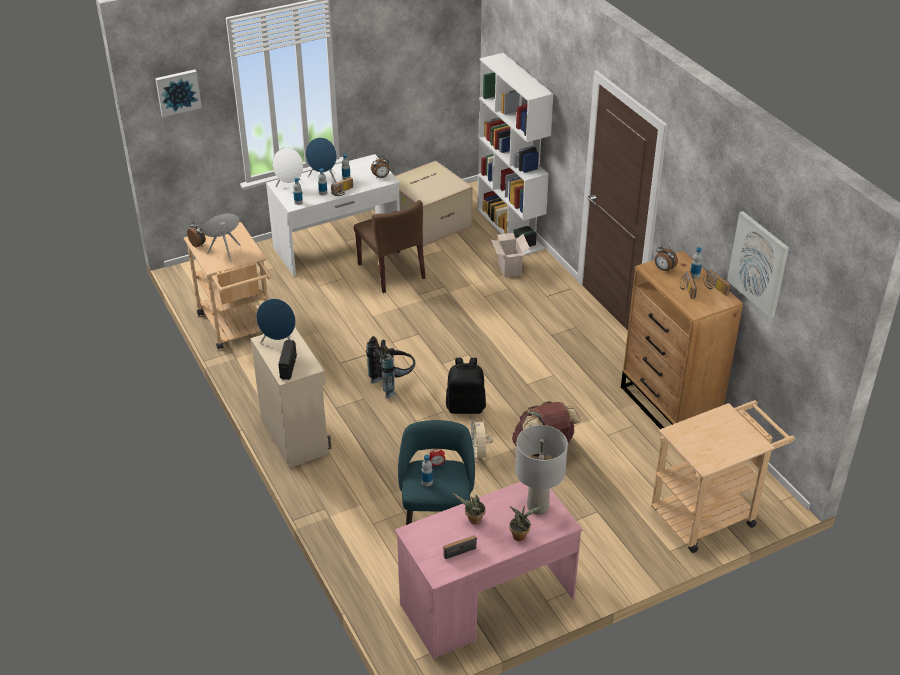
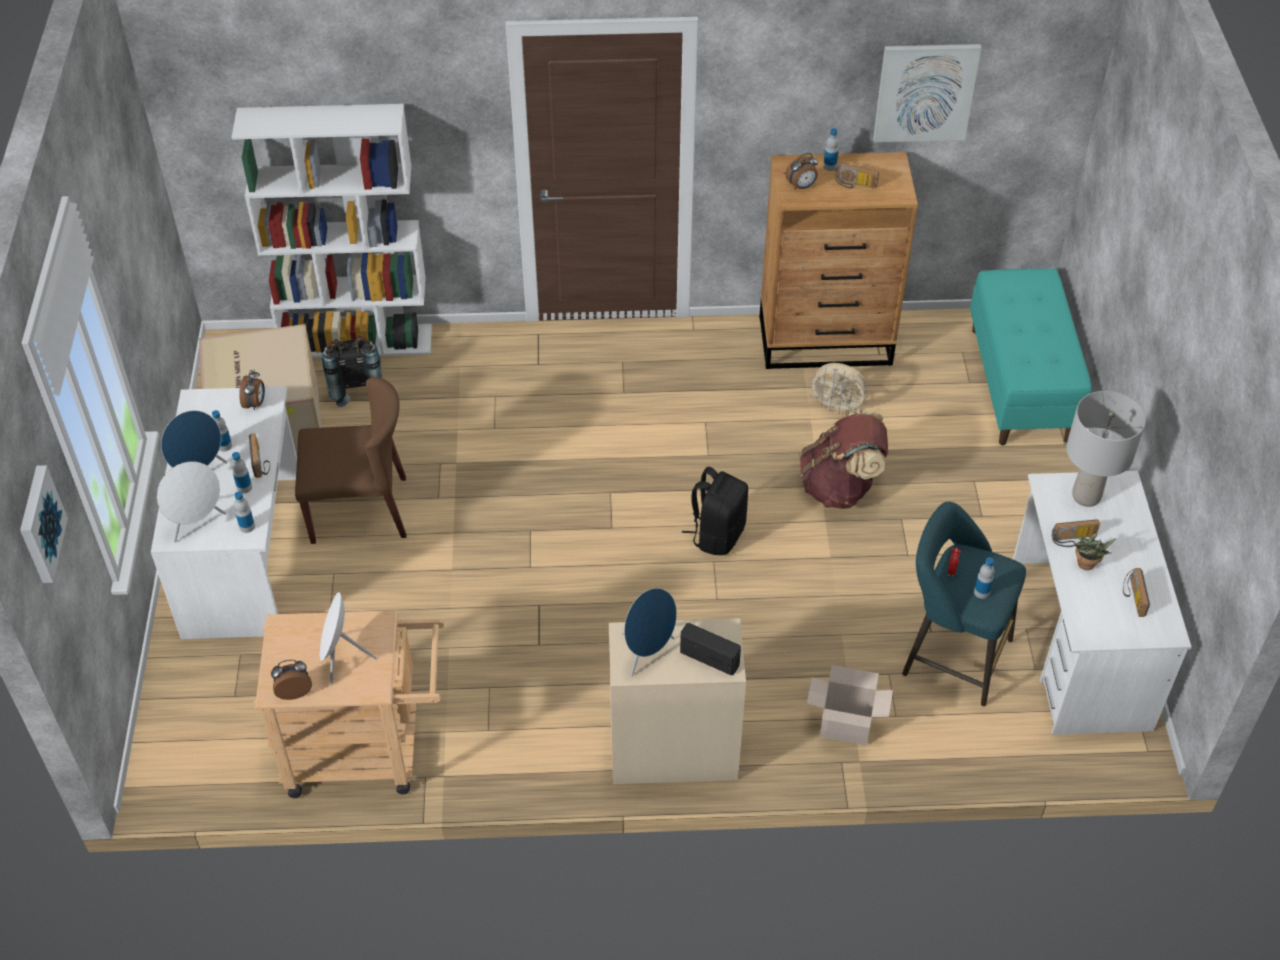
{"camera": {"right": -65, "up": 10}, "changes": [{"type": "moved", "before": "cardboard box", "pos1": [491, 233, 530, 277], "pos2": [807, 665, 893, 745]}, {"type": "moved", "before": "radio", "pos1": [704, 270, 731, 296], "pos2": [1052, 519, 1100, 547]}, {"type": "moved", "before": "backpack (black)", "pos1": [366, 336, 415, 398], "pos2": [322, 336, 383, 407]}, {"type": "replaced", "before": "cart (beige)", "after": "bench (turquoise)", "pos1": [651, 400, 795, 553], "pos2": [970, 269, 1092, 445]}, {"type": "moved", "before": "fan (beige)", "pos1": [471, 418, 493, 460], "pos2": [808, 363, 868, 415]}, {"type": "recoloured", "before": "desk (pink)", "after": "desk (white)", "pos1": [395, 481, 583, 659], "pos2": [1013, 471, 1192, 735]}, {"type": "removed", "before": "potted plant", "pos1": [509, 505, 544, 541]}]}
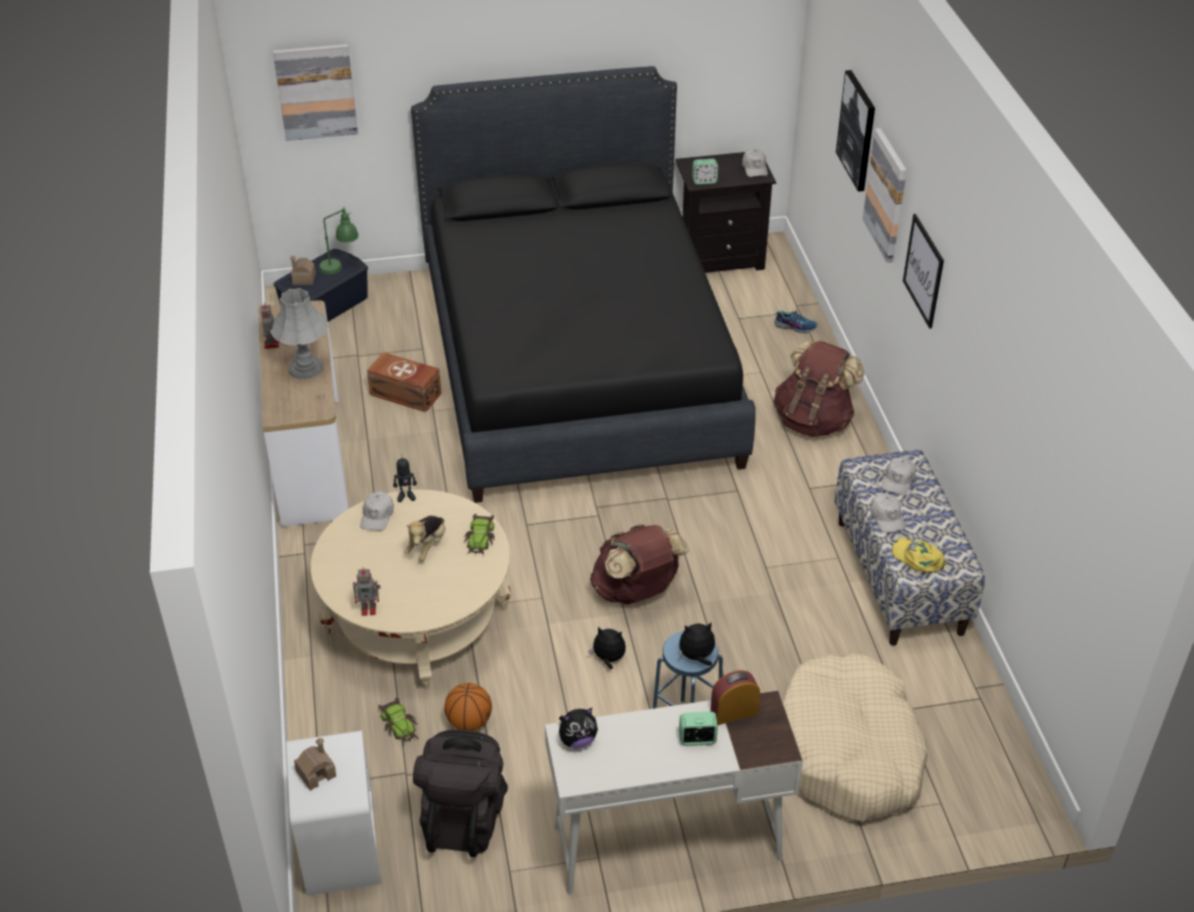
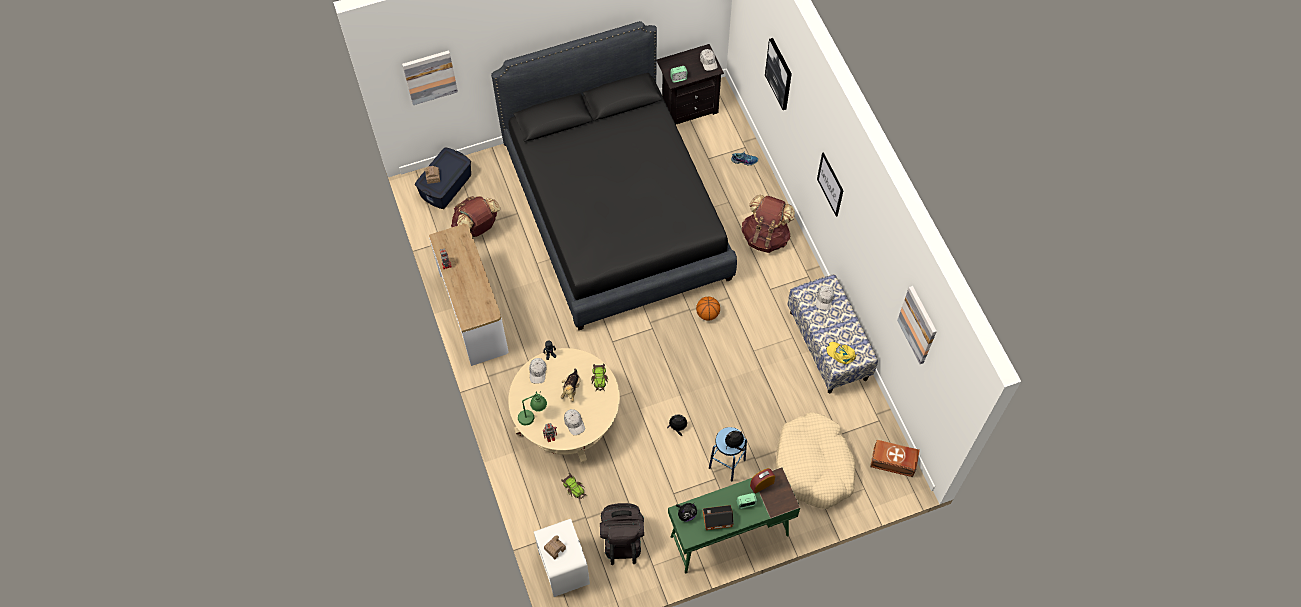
{"camera": {"right": -10, "up": 20}, "changes": [{"type": "moved", "before": "picture", "pos1": [863, 128, 907, 263], "pos2": [897, 286, 937, 364]}, {"type": "moved", "before": "table lamp (green)", "pos1": [319, 207, 359, 274], "pos2": [518, 391, 547, 425]}, {"type": "removed", "before": "table lamp (grey)", "pos1": [270, 288, 328, 380]}, {"type": "moved", "before": "storage box (brown)", "pos1": [367, 352, 442, 412], "pos2": [870, 440, 920, 477]}, {"type": "moved", "before": "cap (white)", "pos1": [870, 493, 906, 533], "pos2": [564, 409, 585, 435]}, {"type": "moved", "before": "backpack (brown)", "pos1": [590, 524, 689, 605], "pos2": [451, 196, 500, 237]}, {"type": "moved", "before": "basketball", "pos1": [444, 683, 492, 731], "pos2": [696, 297, 720, 321]}, {"type": "recoloured", "before": "desk (white)", "after": "desk (green)", "pos1": [545, 690, 803, 895], "pos2": [668, 467, 800, 574]}, {"type": "added", "after": "toy house", "pos2": [703, 505, 734, 530]}]}
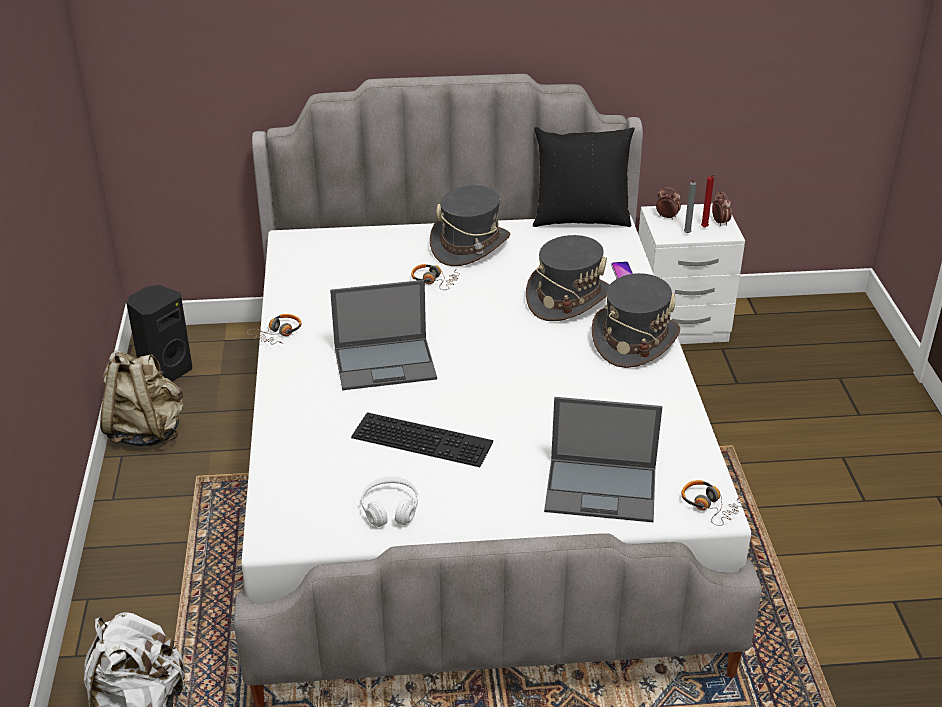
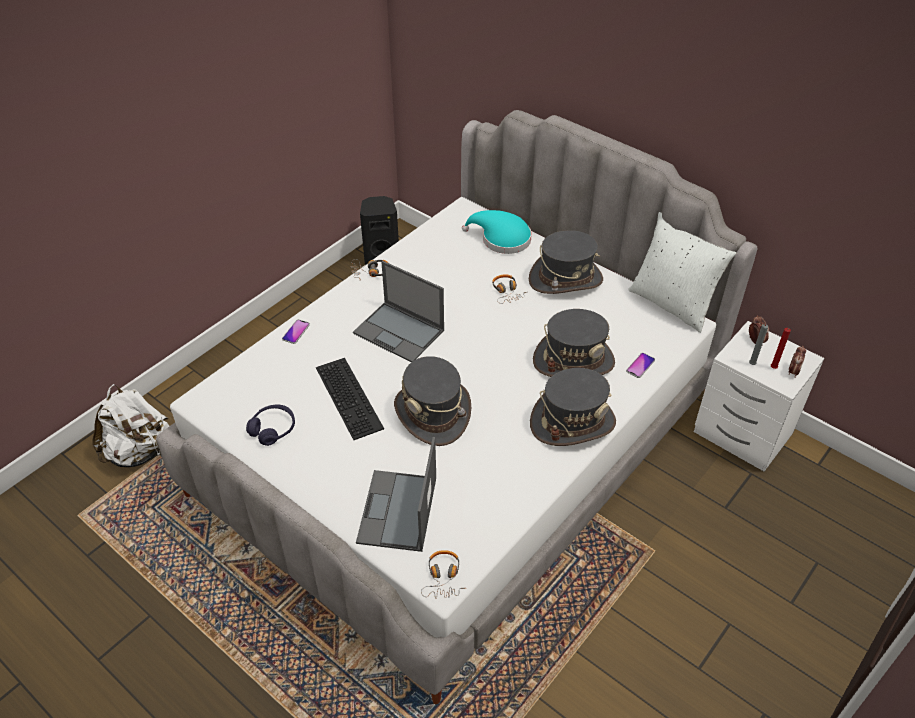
{"camera": {"right": 45, "up": 10}, "changes": [{"type": "recoloured", "before": "pillow (black)", "after": "pillow (white)", "pos1": [533, 127, 634, 227], "pos2": [628, 212, 736, 333]}, {"type": "removed", "before": "backpack (beige)", "pos1": [100, 350, 184, 447]}, {"type": "turned", "before": "laptop", "pos1": [544, 397, 662, 522], "pos2": [356, 437, 436, 552], "turn": 45}, {"type": "recoloured", "before": "headphones (white)", "after": "headphones (purple)", "pos1": [361, 476, 418, 527], "pos2": [246, 405, 295, 446]}, {"type": "added", "after": "hat (turquoise)", "pos2": [462, 210, 531, 254]}, {"type": "added", "after": "phone", "pos2": [282, 319, 310, 344]}, {"type": "added", "after": "hat (grey)", "pos2": [394, 356, 471, 446]}]}
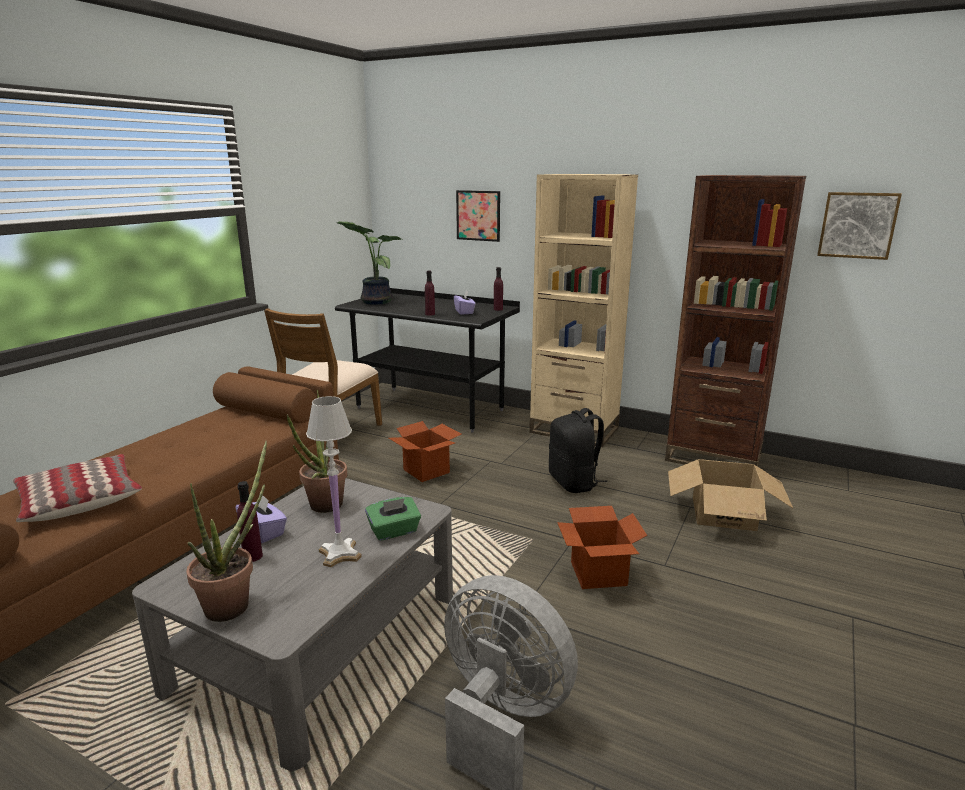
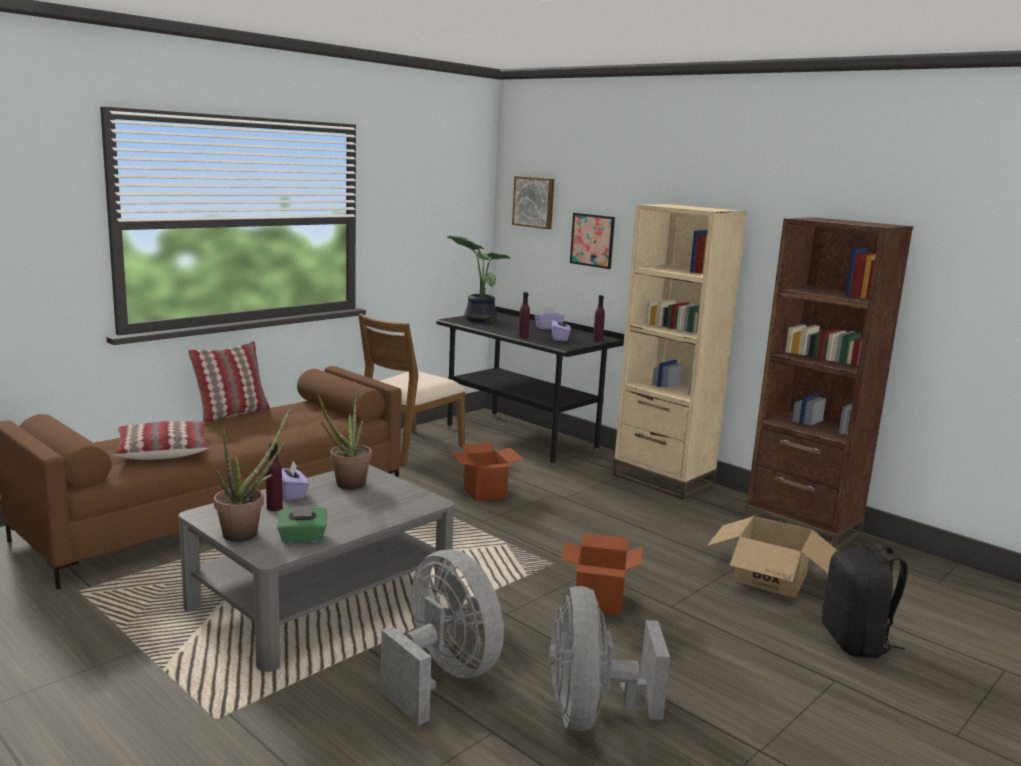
{"camera": {"right": 15, "up": -5}, "changes": [{"type": "moved", "before": "picture", "pos1": [817, 192, 902, 260], "pos2": [512, 176, 554, 229]}, {"type": "removed", "before": "table lamp (white)", "pos1": [306, 396, 362, 567]}, {"type": "moved", "before": "backpack (black)", "pos1": [549, 408, 607, 493], "pos2": [821, 542, 908, 658]}, {"type": "moved", "before": "tissue box (green)", "pos1": [365, 497, 421, 541], "pos2": [277, 506, 327, 543]}, {"type": "added", "after": "tissue box (purple)", "pos2": [534, 307, 564, 329]}, {"type": "added", "after": "pillow", "pos2": [188, 341, 270, 423]}, {"type": "added", "after": "fan (grey)", "pos2": [549, 586, 670, 731]}]}
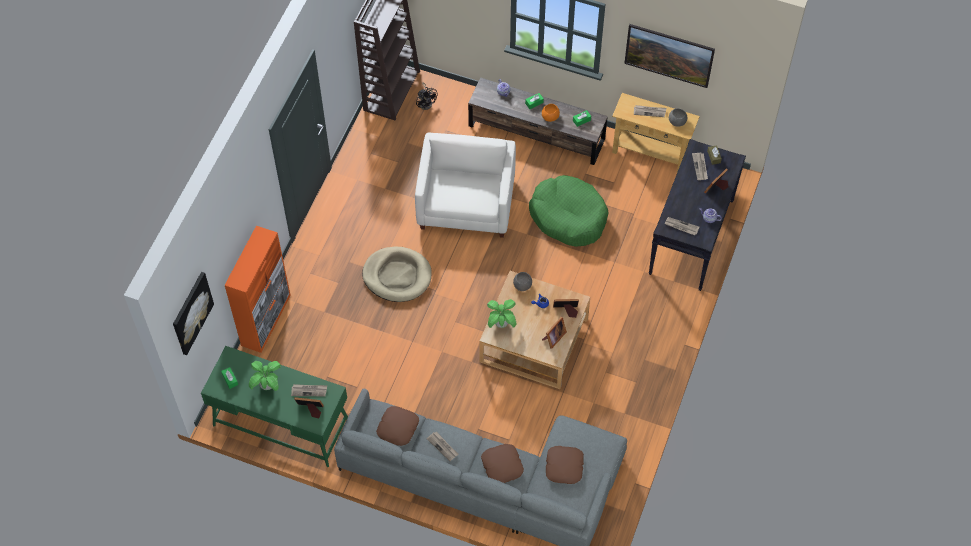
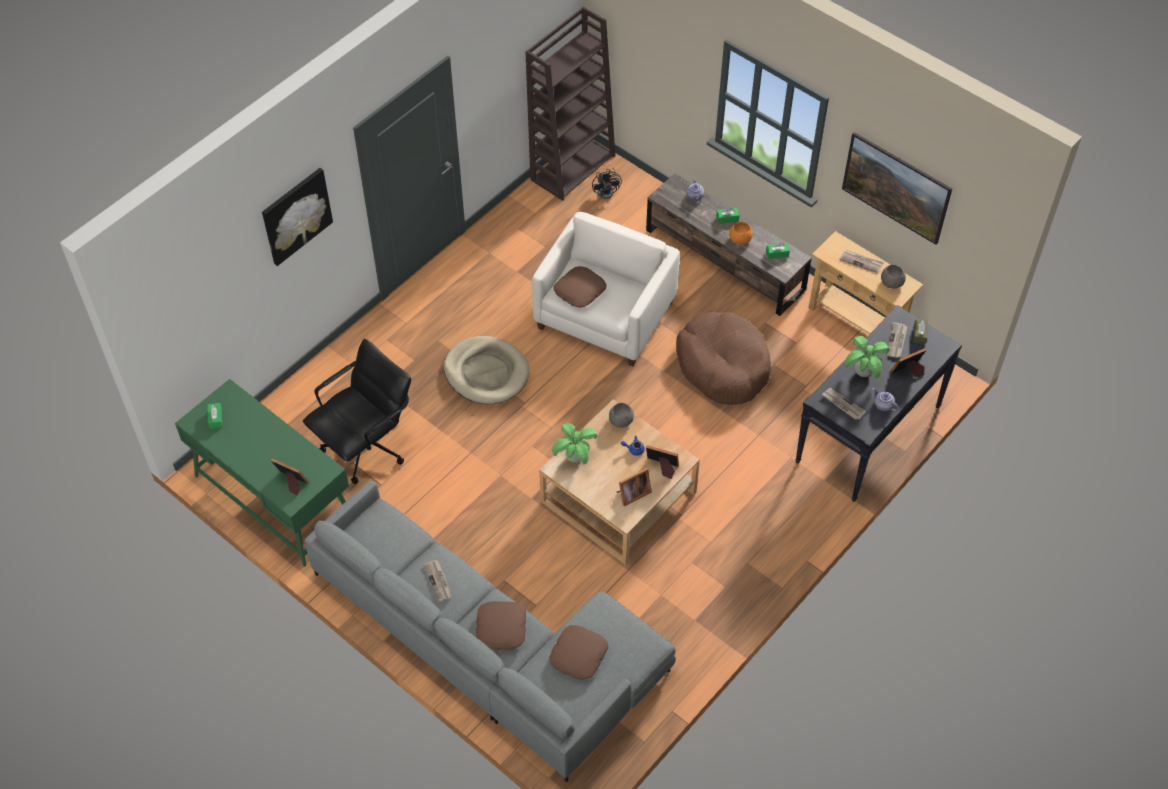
{"camera": {"right": 20, "up": -5}, "changes": [{"type": "recoloured", "before": "dog bed (green)", "after": "dog bed (brown)", "pos1": [529, 175, 609, 247], "pos2": [676, 311, 771, 405]}, {"type": "removed", "before": "cabinet (orange)", "pos1": [224, 226, 291, 353]}, {"type": "moved", "before": "picture", "pos1": [173, 272, 214, 355], "pos2": [262, 168, 333, 266]}, {"type": "moved", "before": "potted plant", "pos1": [249, 361, 281, 391], "pos2": [844, 336, 889, 378]}, {"type": "removed", "before": "newspaper", "pos1": [291, 384, 327, 396]}, {"type": "moved", "before": "pillow (brown)", "pos1": [376, 406, 419, 446], "pos2": [554, 266, 607, 308]}, {"type": "added", "after": "office chair (black)", "pos2": [303, 339, 411, 484]}]}
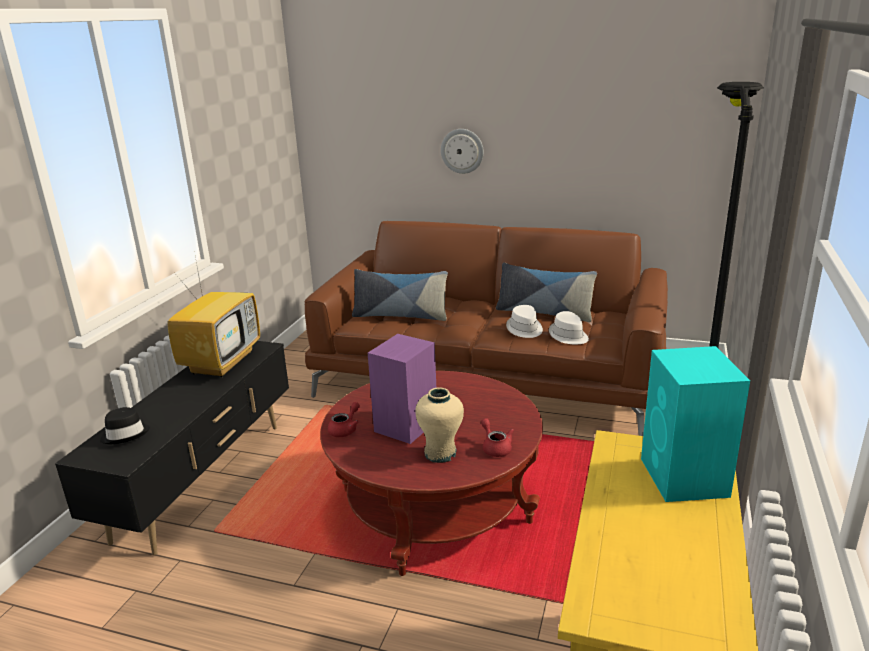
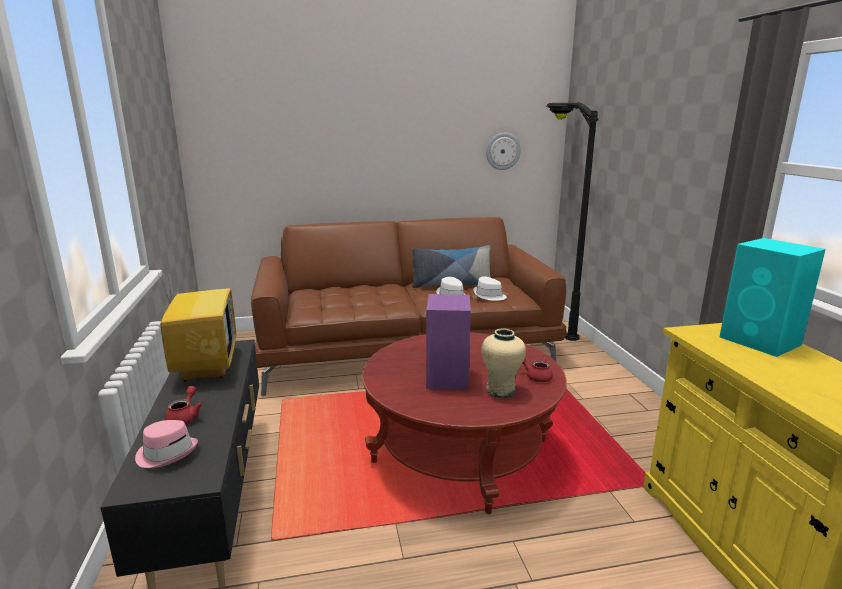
{"camera": {"right": -30, "up": -5}, "changes": [{"type": "moved", "before": "wall clock", "pos1": [441, 129, 484, 174], "pos2": [486, 133, 521, 170]}, {"type": "removed", "before": "pillow", "pos1": [352, 269, 448, 321]}, {"type": "moved", "before": "teapot (red)", "pos1": [328, 402, 360, 437], "pos2": [164, 386, 202, 424]}, {"type": "recoloured", "before": "hat (black)", "after": "hat (pink)", "pos1": [100, 407, 150, 444], "pos2": [135, 420, 198, 468]}]}
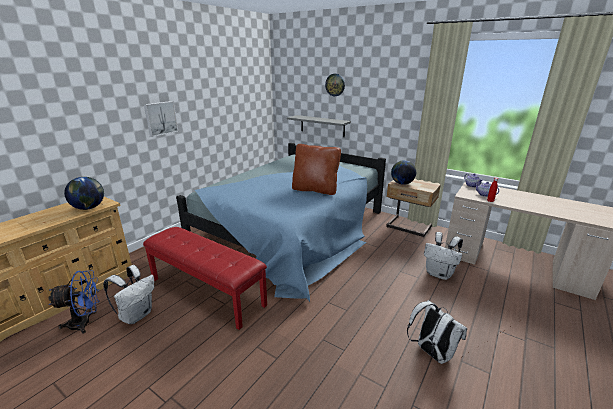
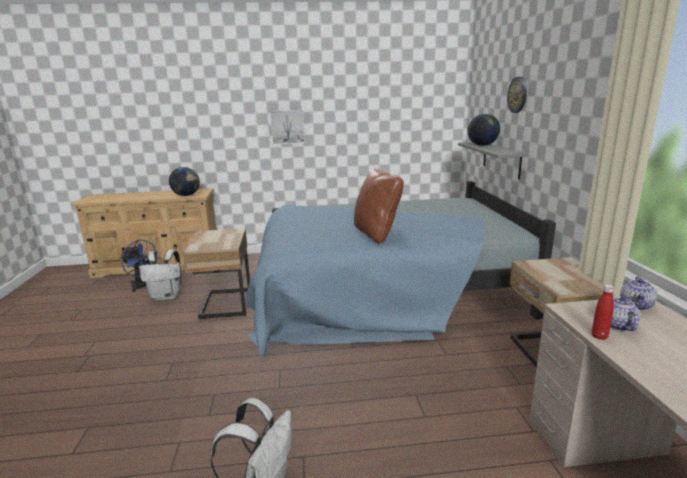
{"camera": {"right": 50, "up": -5}, "changes": [{"type": "moved", "before": "globe", "pos1": [391, 160, 416, 185], "pos2": [467, 114, 500, 146]}, {"type": "replaced", "before": "bench (red)", "after": "nightstand (beige)", "pos1": [143, 227, 267, 330], "pos2": [182, 228, 250, 320]}, {"type": "removed", "before": "backpack (white)", "pos1": [424, 232, 463, 280]}]}
